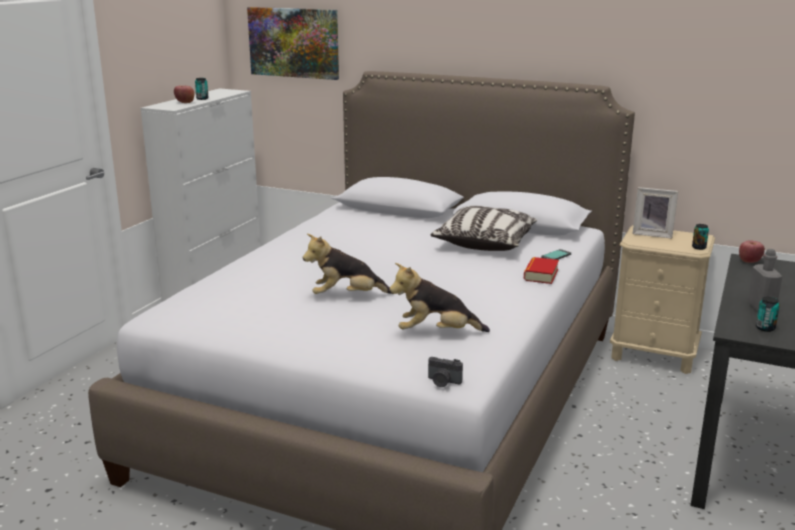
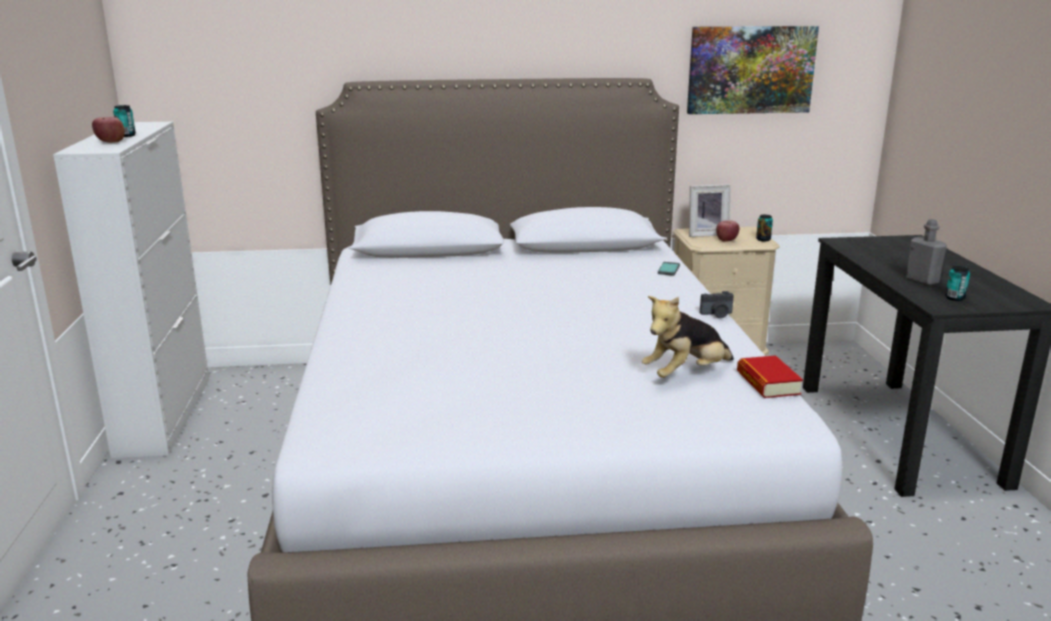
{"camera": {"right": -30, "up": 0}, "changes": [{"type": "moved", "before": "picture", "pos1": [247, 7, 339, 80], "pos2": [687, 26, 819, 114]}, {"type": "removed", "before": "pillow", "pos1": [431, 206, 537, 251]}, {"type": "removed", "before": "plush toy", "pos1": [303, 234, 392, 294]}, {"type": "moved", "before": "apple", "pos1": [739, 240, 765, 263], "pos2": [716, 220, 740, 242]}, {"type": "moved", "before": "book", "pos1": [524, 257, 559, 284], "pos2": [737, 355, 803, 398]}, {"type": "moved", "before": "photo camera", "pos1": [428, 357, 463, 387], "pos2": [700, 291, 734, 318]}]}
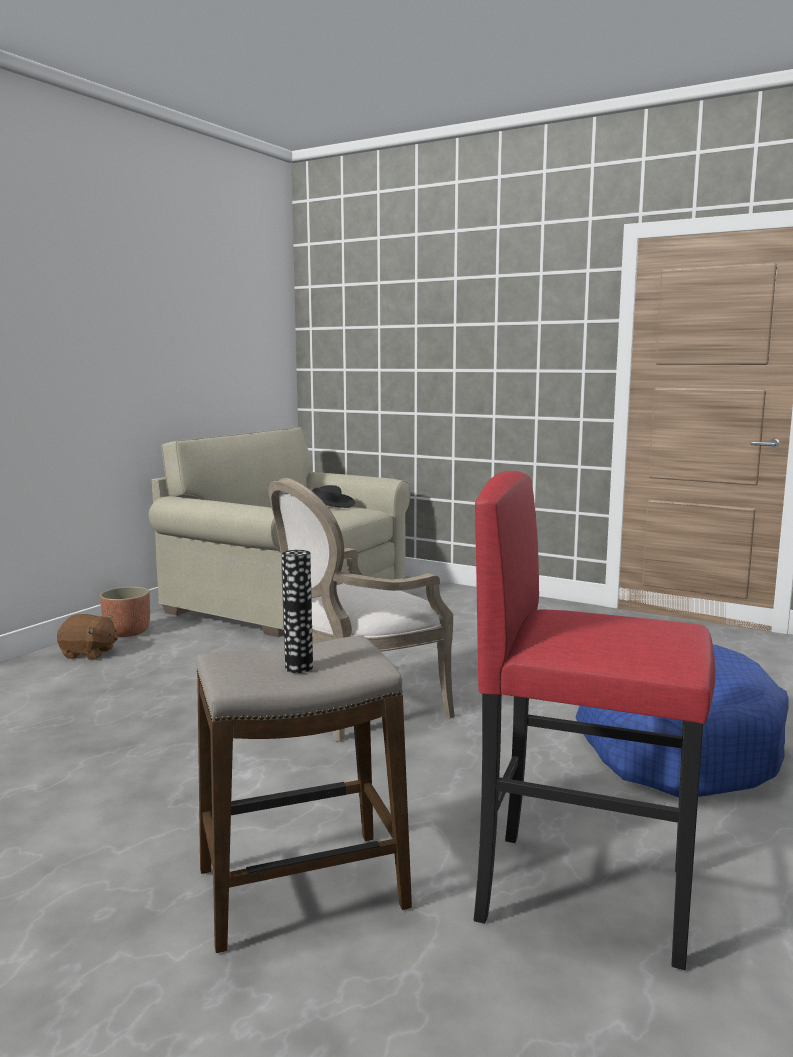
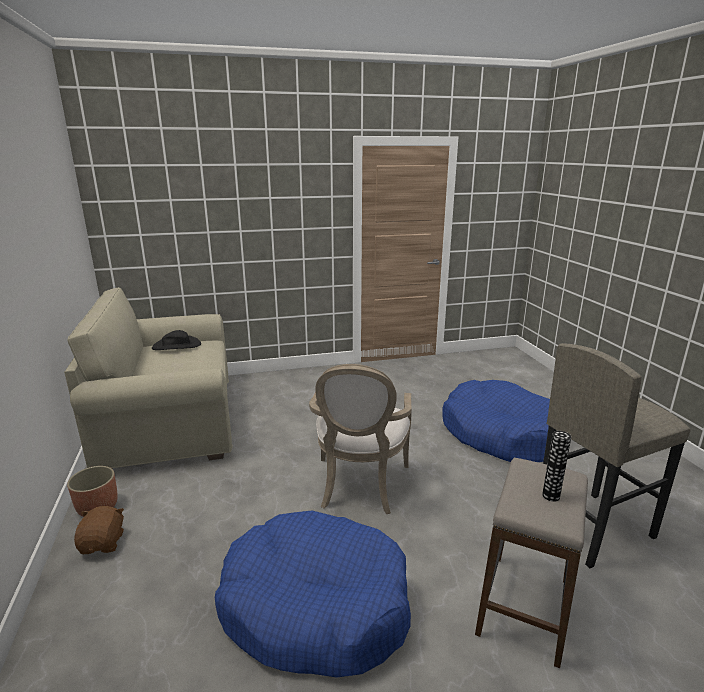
{"camera": {"right": -45, "up": 10}, "changes": [{"type": "recoloured", "before": "stool (red)", "after": "stool (grey)", "pos1": [474, 471, 716, 970], "pos2": [543, 343, 691, 568]}, {"type": "turned", "before": "plush toy (brown)", "pos1": [57, 614, 118, 660], "pos2": [74, 506, 124, 554], "turn": -60}, {"type": "added", "after": "dog bed (blue)", "pos2": [215, 511, 411, 678]}]}
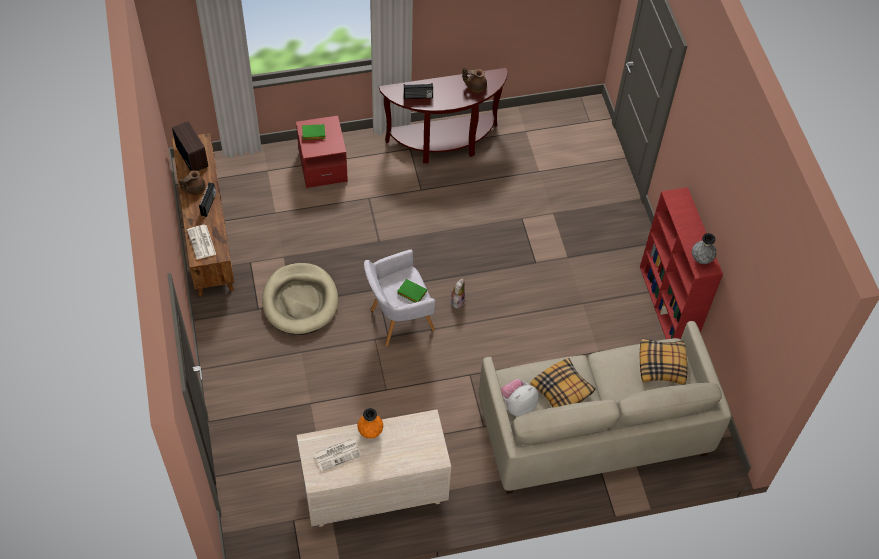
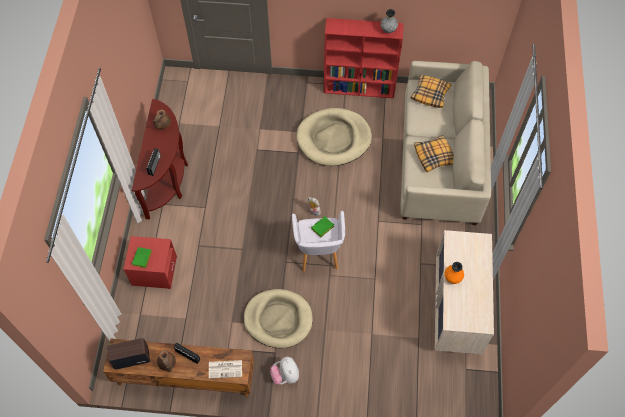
{"camera": {"right": -70, "up": 5}, "changes": [{"type": "moved", "before": "plush toy", "pos1": [501, 379, 539, 417], "pos2": [270, 357, 299, 384]}, {"type": "removed", "before": "newspaper", "pos1": [313, 438, 362, 472]}, {"type": "added", "after": "dog bed (beige)", "pos2": [297, 108, 372, 166]}]}
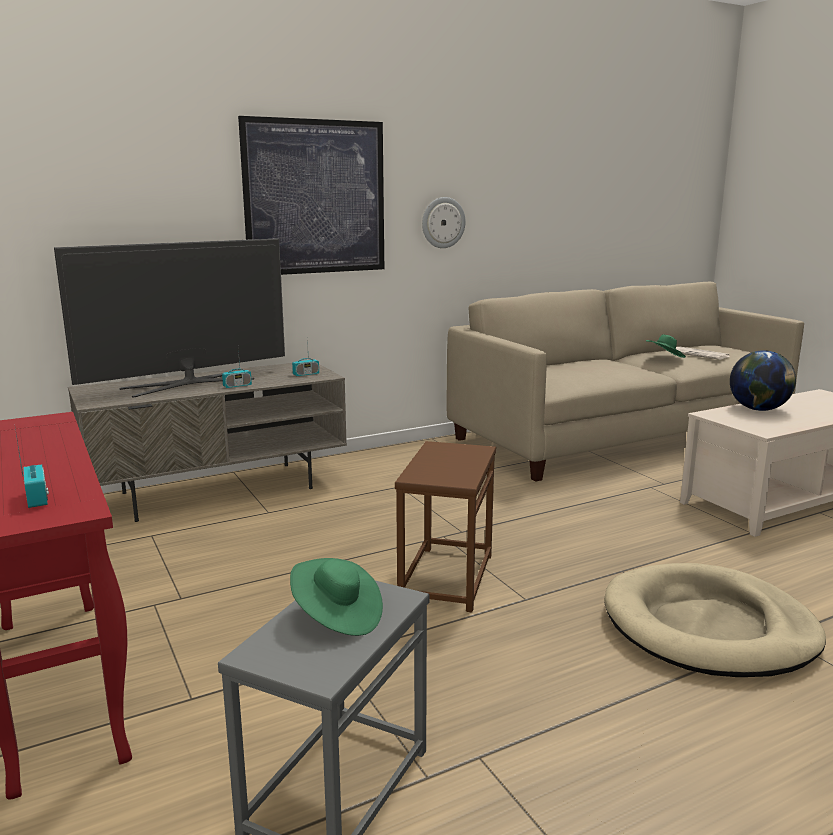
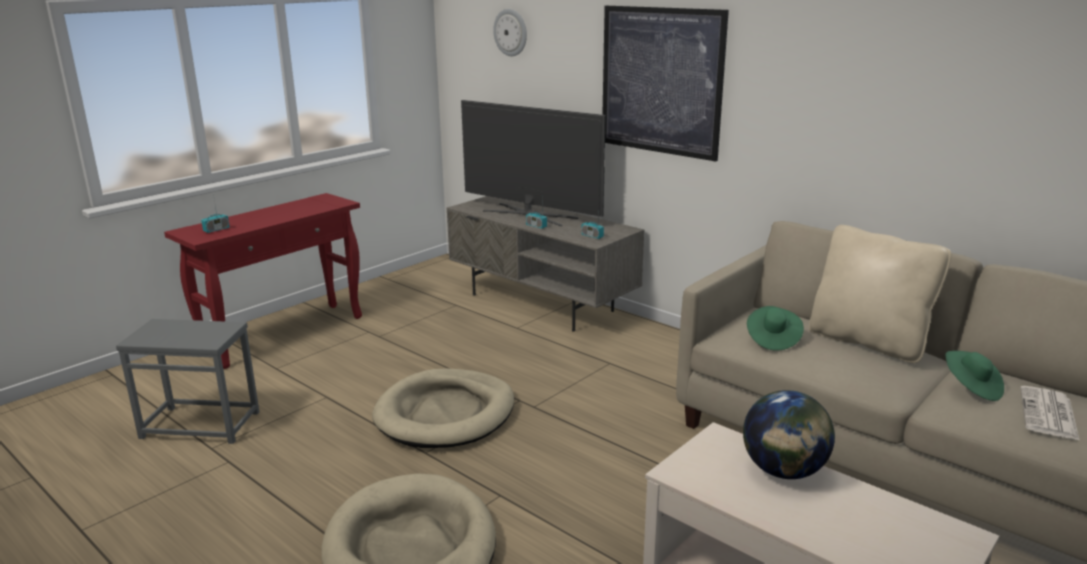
{"camera": {"right": 70, "up": 5}, "changes": [{"type": "moved", "before": "wall clock", "pos1": [422, 197, 466, 248], "pos2": [493, 9, 527, 56]}, {"type": "replaced", "before": "side table (brown)", "after": "dog bed (beige)", "pos1": [395, 441, 496, 613], "pos2": [372, 368, 514, 448]}, {"type": "moved", "before": "hat (green)", "pos1": [290, 558, 383, 636], "pos2": [747, 306, 804, 351]}, {"type": "added", "after": "pillow (beige)", "pos2": [809, 225, 951, 363]}]}
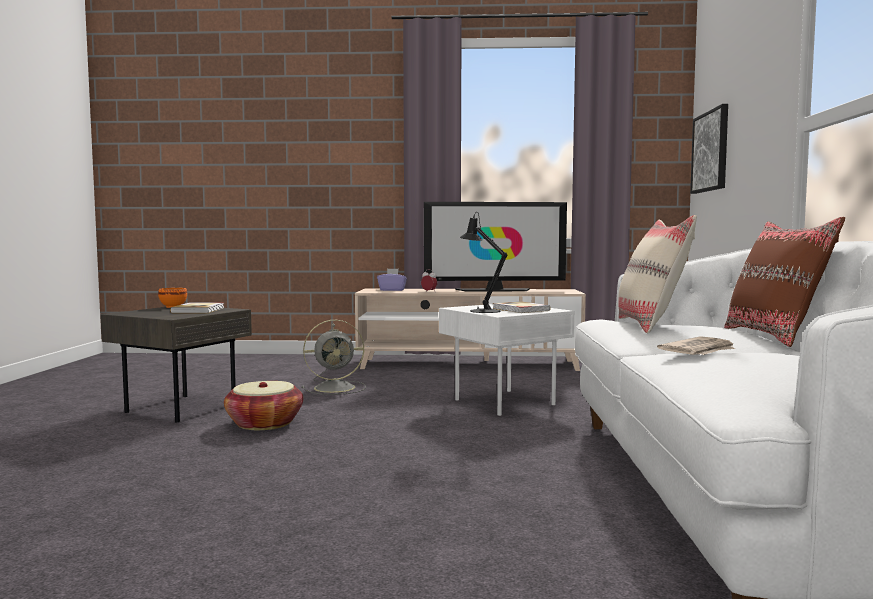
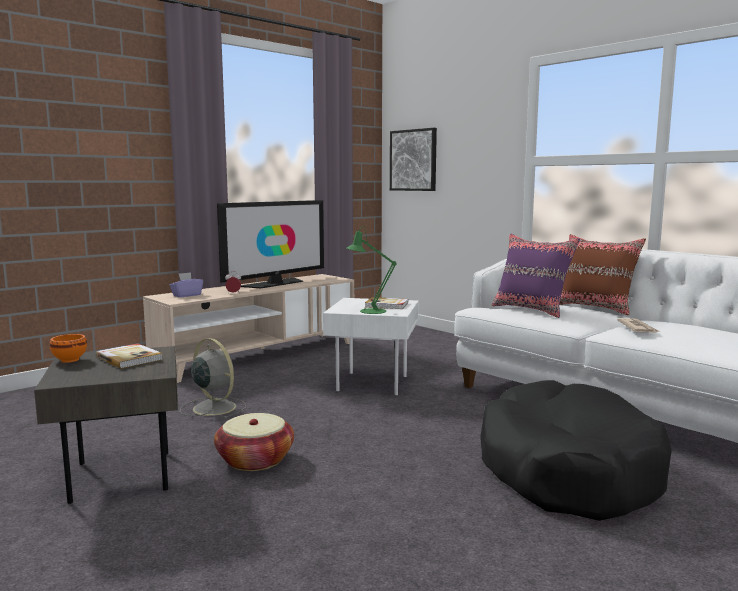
{"camera": {"right": -45, "up": 5}, "changes": [{"type": "recoloured", "before": "table lamp (black)", "after": "table lamp (green)", "pos1": [460, 212, 507, 313], "pos2": [347, 226, 397, 314]}, {"type": "recoloured", "before": "pillow (beige)", "after": "pillow (purple)", "pos1": [618, 215, 697, 334], "pos2": [492, 234, 580, 318]}, {"type": "turned", "before": "fan (grey)", "pos1": [301, 320, 366, 395], "pos2": [180, 338, 246, 419], "turn": -75}, {"type": "added", "after": "dog bed (black)", "pos2": [480, 380, 672, 521]}]}
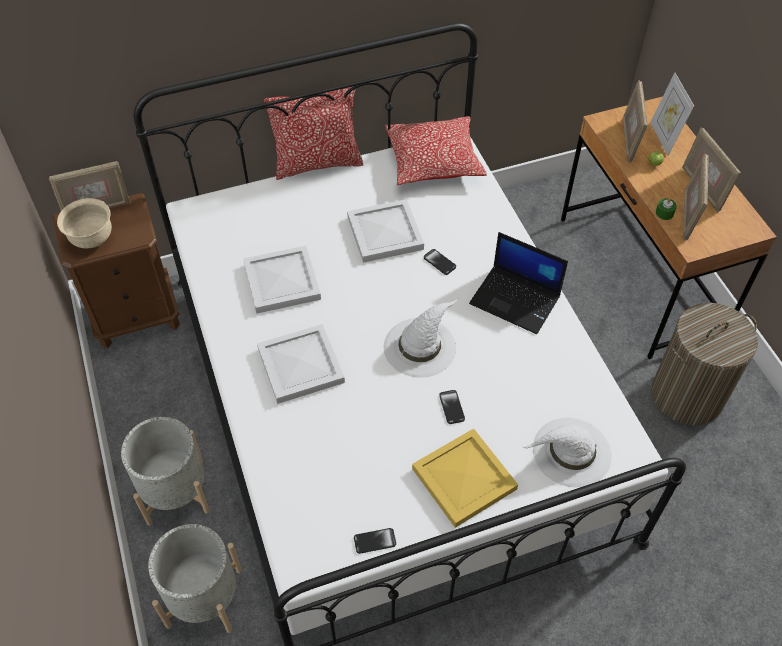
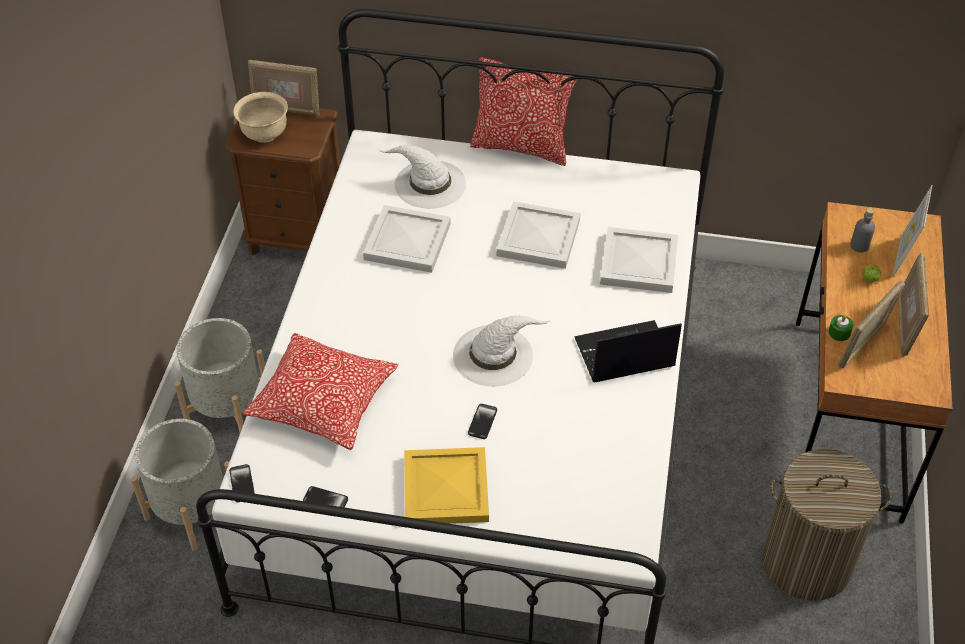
{"camera": {"right": 30, "up": -5}, "changes": [{"type": "replaced", "before": "picture frame", "after": "bottle (grey)", "pos1": [623, 80, 648, 163], "pos2": [850, 208, 875, 253]}, {"type": "moved", "before": "pillow", "pos1": [385, 116, 487, 185], "pos2": [243, 333, 398, 450]}, {"type": "turned", "before": "laptop", "pos1": [469, 232, 568, 334], "pos2": [574, 320, 682, 383], "turn": 105}, {"type": "moved", "before": "phone", "pos1": [424, 249, 456, 275], "pos2": [229, 464, 255, 502]}, {"type": "moved", "before": "tray (white)", "pos1": [257, 324, 345, 404], "pos2": [600, 227, 678, 293]}, {"type": "moved", "before": "hat (white)", "pos1": [522, 418, 612, 487], "pos2": [379, 145, 466, 209]}]}
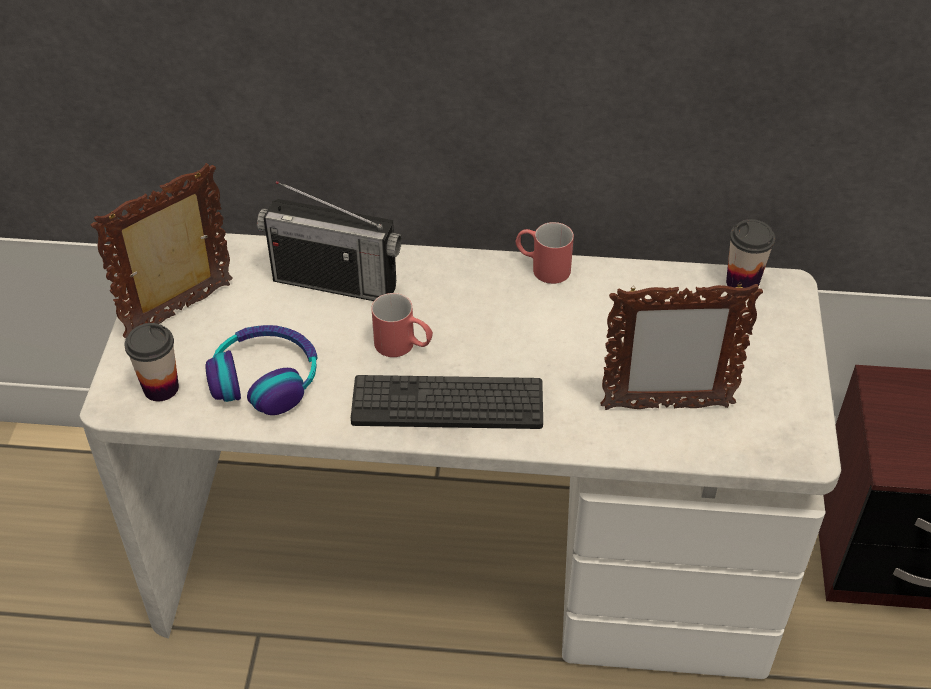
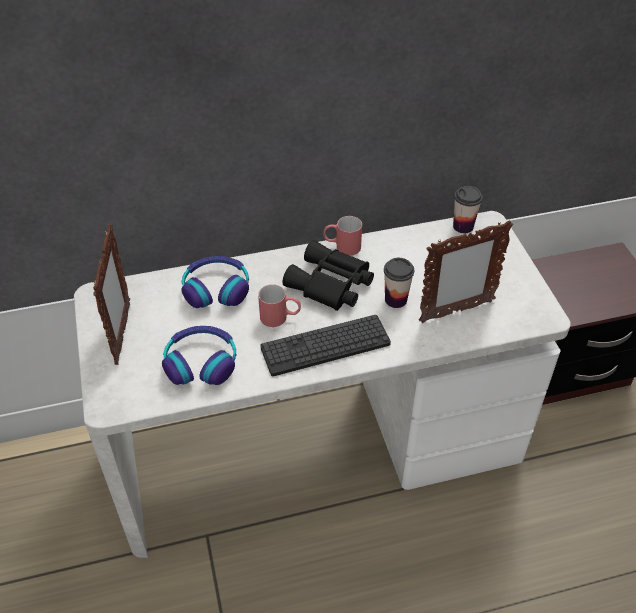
{"camera": {"right": -20, "up": 0}, "changes": [{"type": "turned", "before": "picture frame", "pos1": [91, 163, 233, 338], "pos2": [93, 223, 130, 365], "turn": 150}, {"type": "replaced", "before": "radio", "after": "headphones", "pos1": [257, 181, 402, 301], "pos2": [181, 256, 249, 308]}, {"type": "moved", "before": "cup", "pos1": [125, 323, 179, 402], "pos2": [384, 258, 414, 308]}, {"type": "added", "after": "binoculars (black)", "pos2": [283, 240, 374, 311]}]}
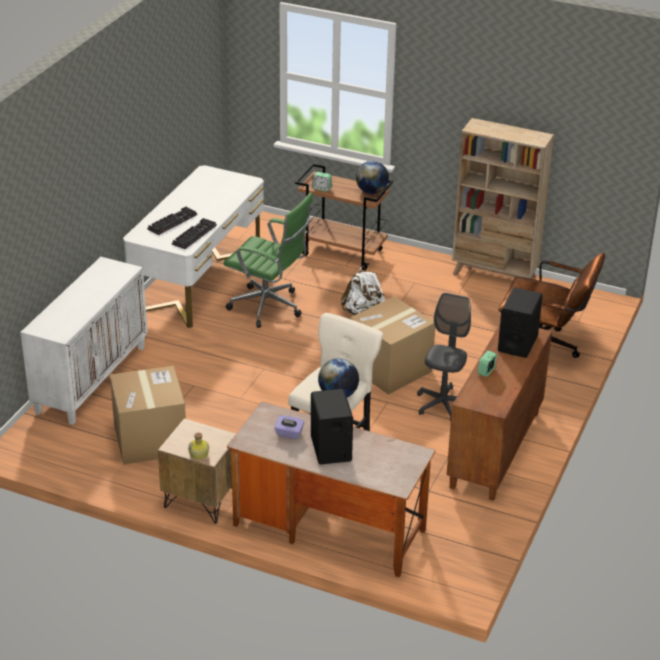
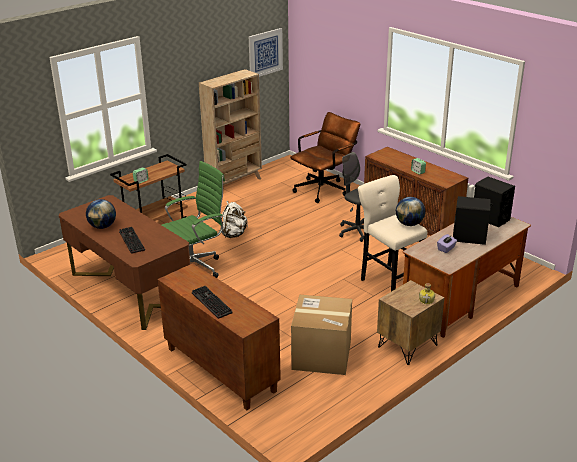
{"camera": {"right": -65, "up": -5}, "changes": [{"type": "moved", "before": "globe", "pos1": [356, 161, 389, 194], "pos2": [86, 199, 116, 229]}, {"type": "recoloured", "before": "desk (white)", "after": "desk (brown)", "pos1": [123, 165, 264, 328], "pos2": [58, 195, 190, 330]}, {"type": "moved", "before": "keyboard", "pos1": [172, 218, 217, 249], "pos2": [192, 286, 233, 319]}, {"type": "recoloured", "before": "cabinet (white)", "after": "cabinet (brown)", "pos1": [20, 257, 148, 425], "pos2": [158, 263, 281, 410]}, {"type": "moved", "before": "speaker (black)", "pos1": [498, 287, 543, 358], "pos2": [474, 177, 515, 227]}, {"type": "removed", "before": "cardboard box", "pos1": [350, 296, 435, 395]}, {"type": "added", "after": "picture", "pos2": [249, 28, 283, 77]}]}
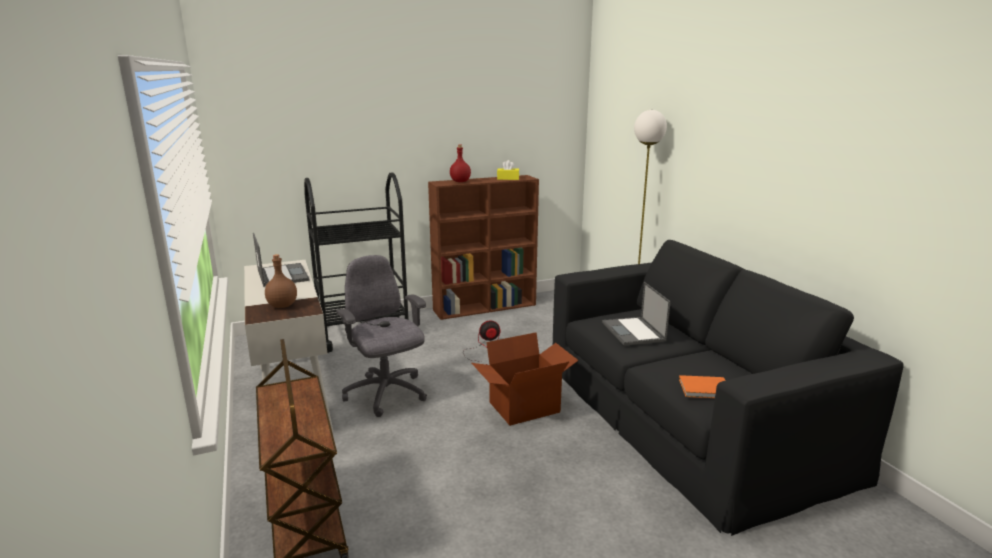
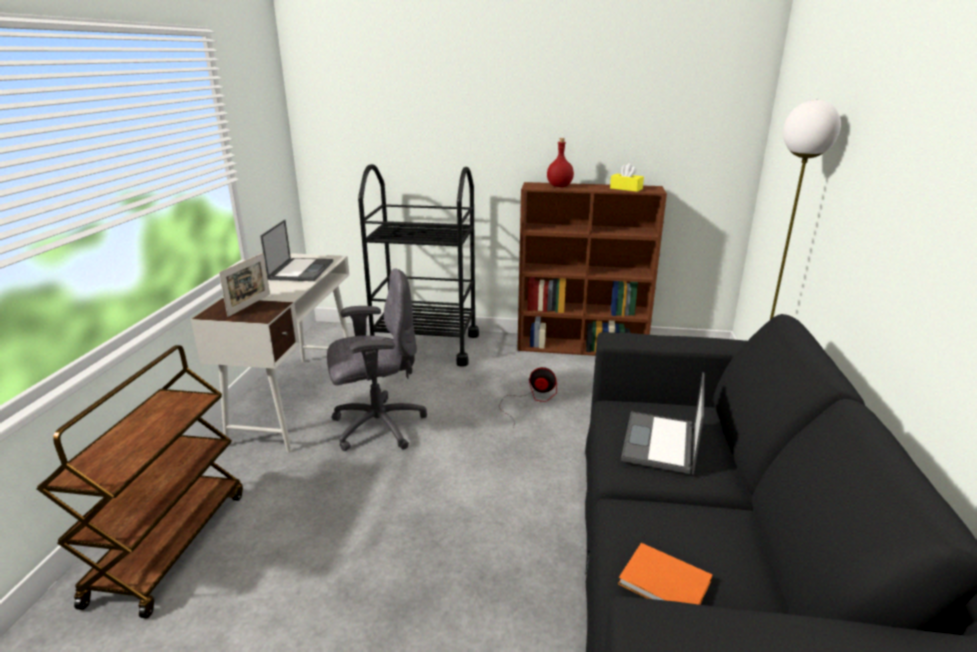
{"camera": {"right": 30, "up": 5}, "changes": [{"type": "replaced", "before": "bottle (brown)", "after": "picture frame", "pos1": [265, 254, 297, 308], "pos2": [219, 253, 270, 317]}, {"type": "turned", "before": "office chair (grey)", "pos1": [336, 255, 427, 417], "pos2": [327, 269, 427, 451], "turn": 75}, {"type": "removed", "before": "cardboard box", "pos1": [472, 332, 579, 426]}]}
